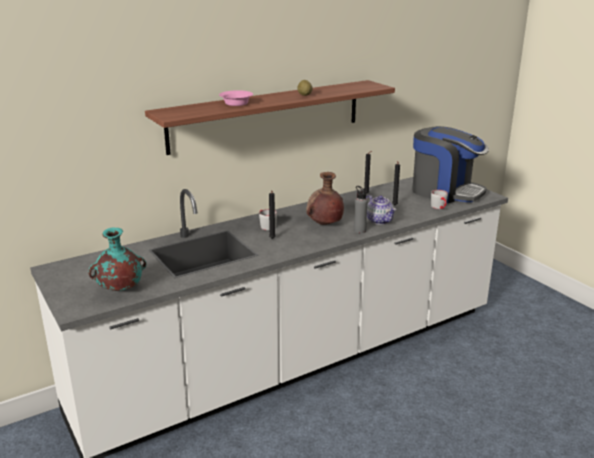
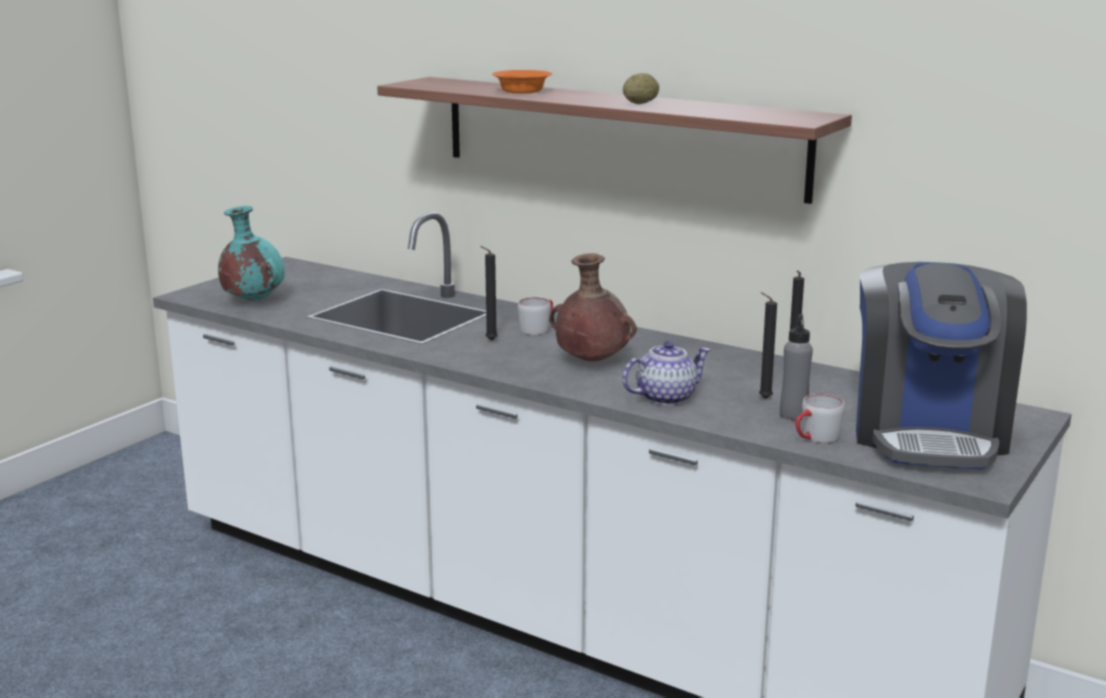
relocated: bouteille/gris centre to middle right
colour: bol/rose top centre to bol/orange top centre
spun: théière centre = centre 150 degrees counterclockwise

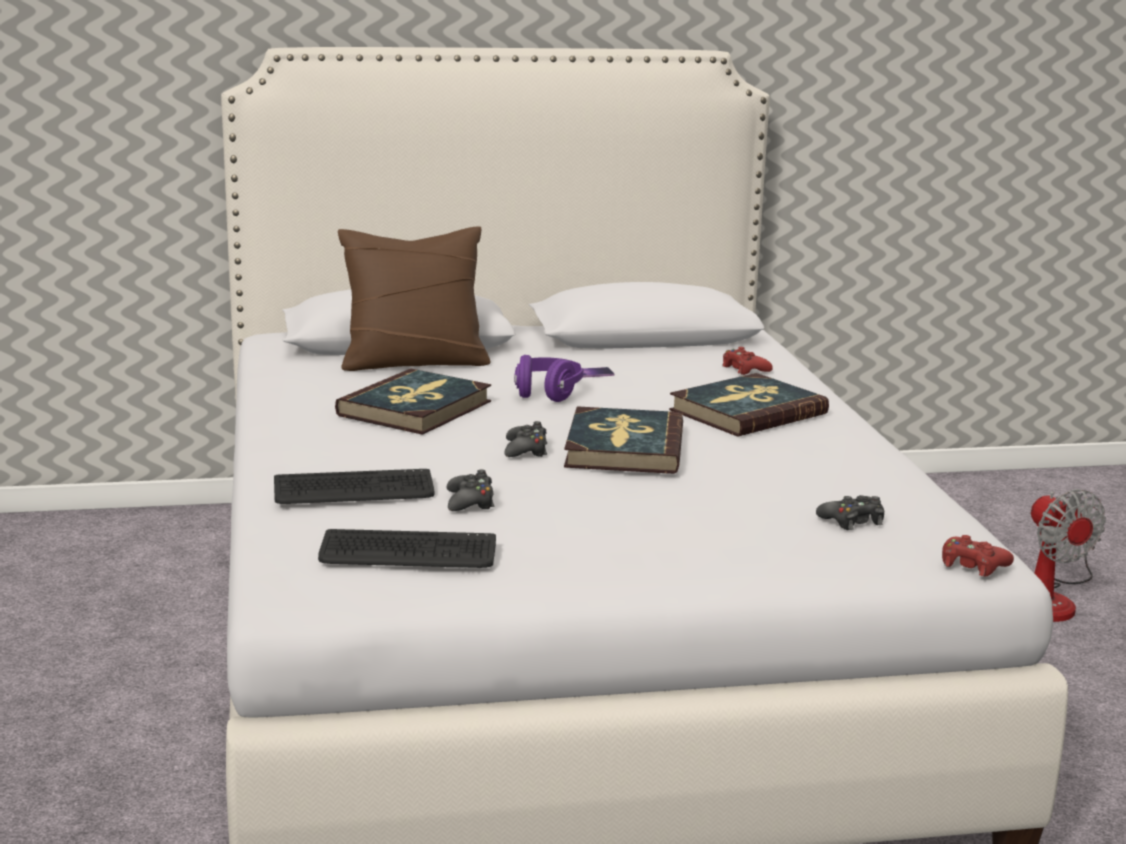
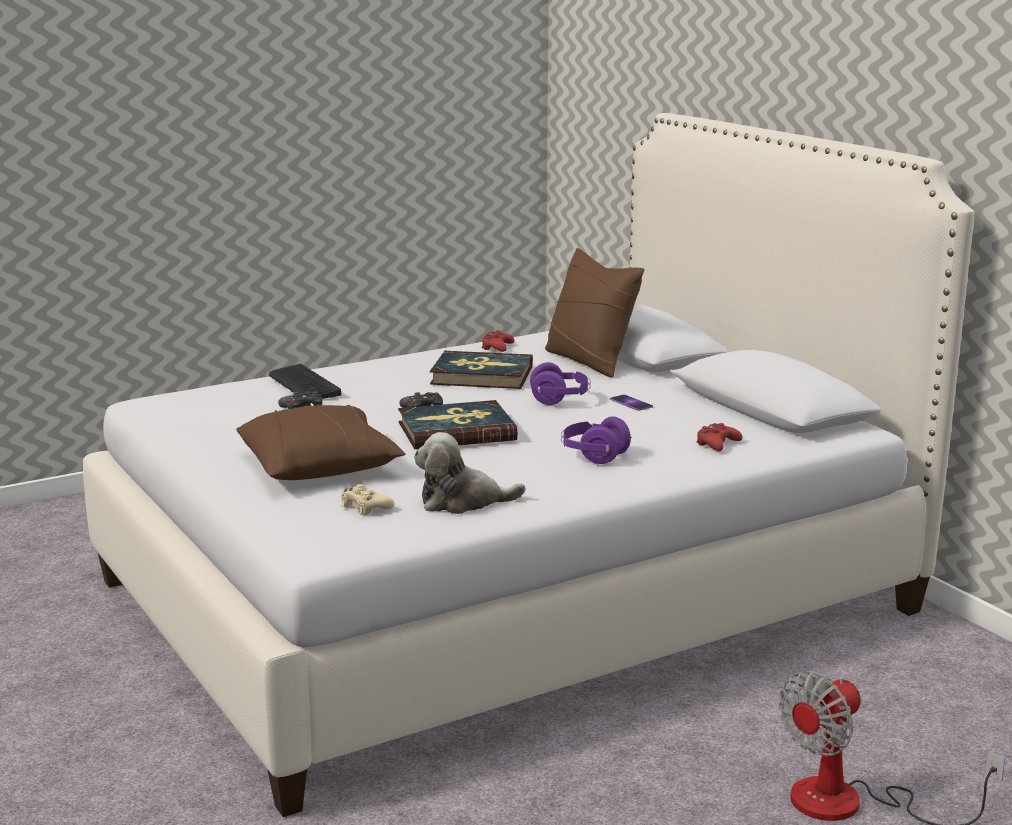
missing: clavier (no. 2 from left) centre
appeared: coussin/marron (no. 1 from left) middle left; peluche centre
relocated: manette/rouge (no. 2 from left in the first image) middle right to manette/rouge (no. 1 from left) centre
exchanged: livre (no. 3 from left) centre to casque audio/violet (no. 2 from left) centre
colour: manette/noir (no. 3 from left) middle right to manette/beige centre

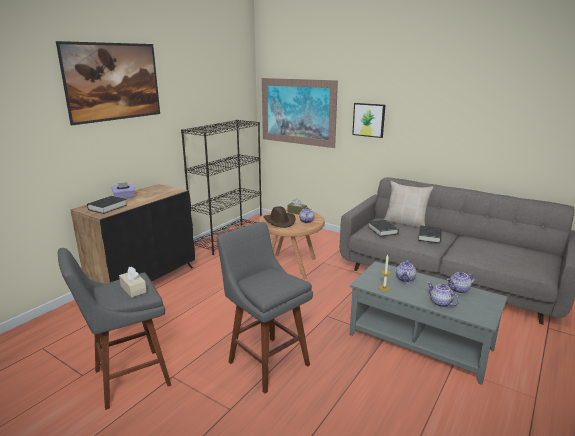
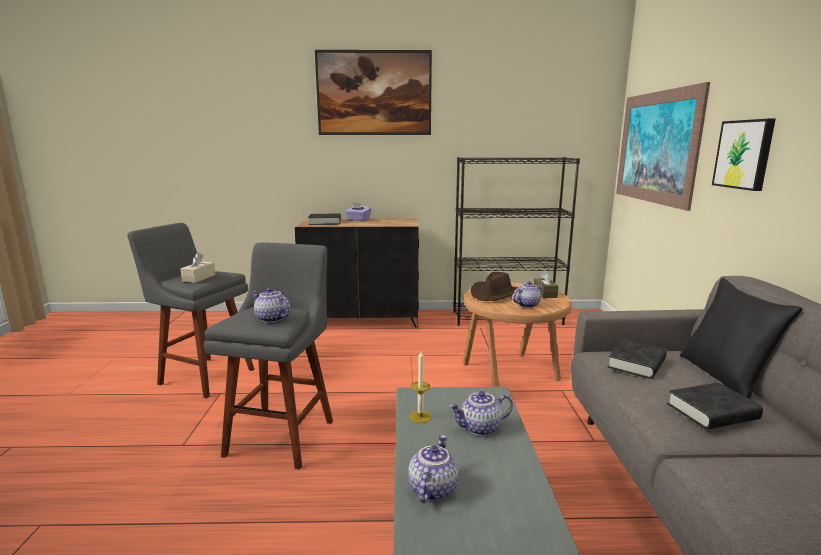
relocated: théière (no. 4 from left in the first image) middle right to théière (no. 1 from left) middle left
colour: coussin/beige middle right to coussin/noir middle right

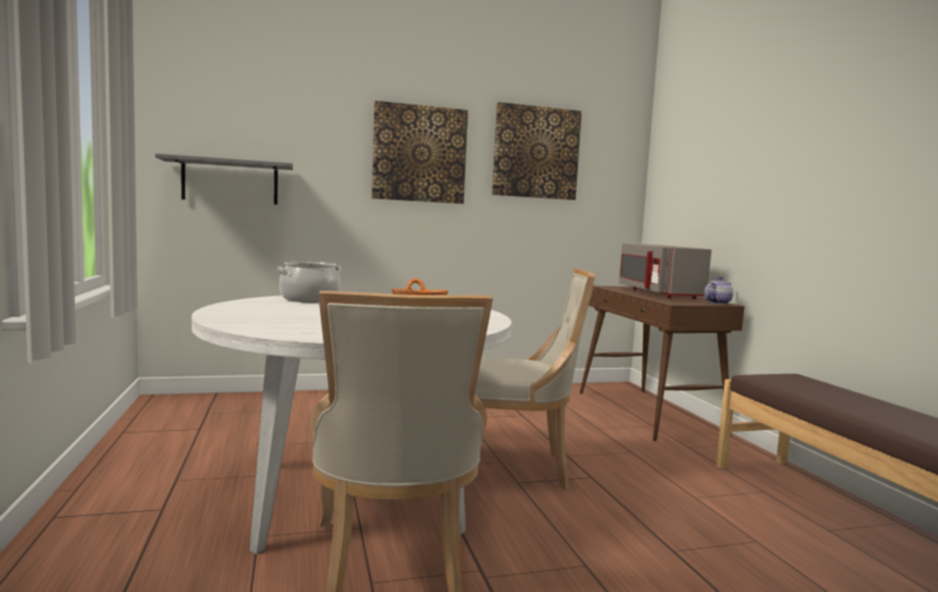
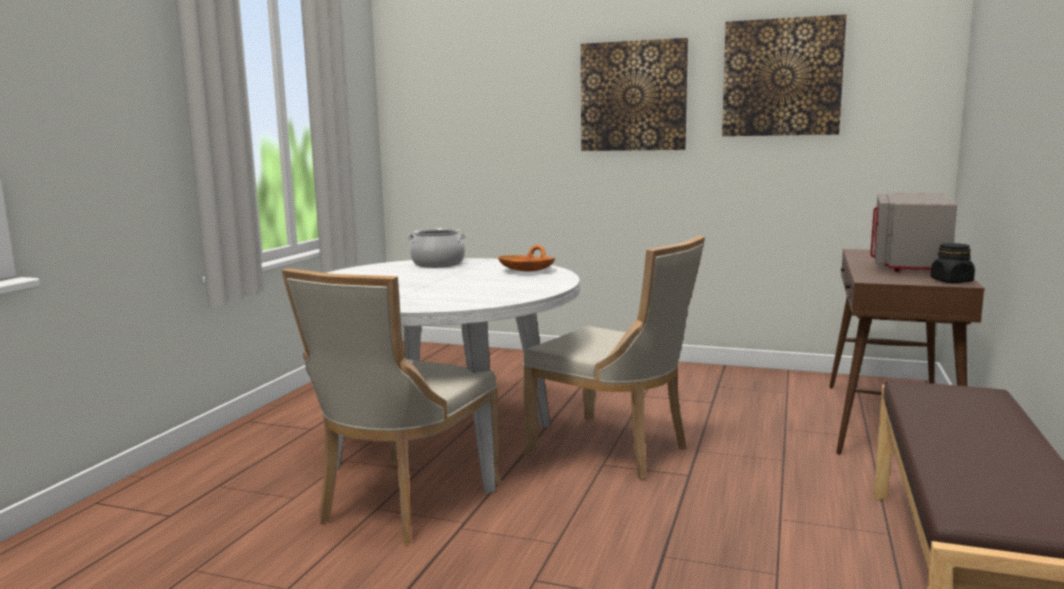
missing: étagère/gris top left
exchanged: théière middle right to bocal/noir middle right

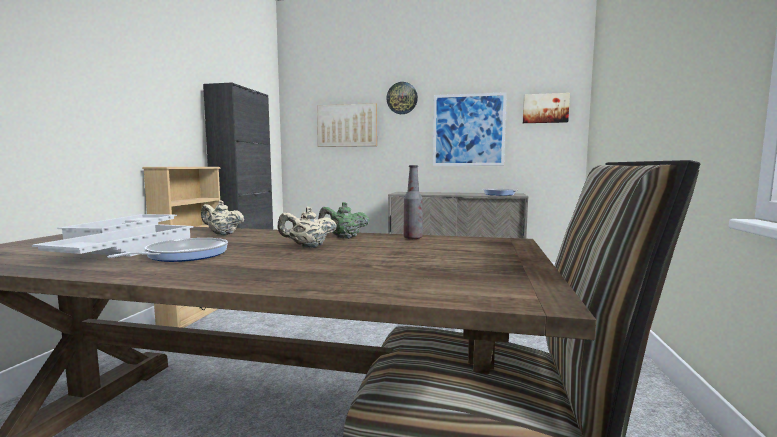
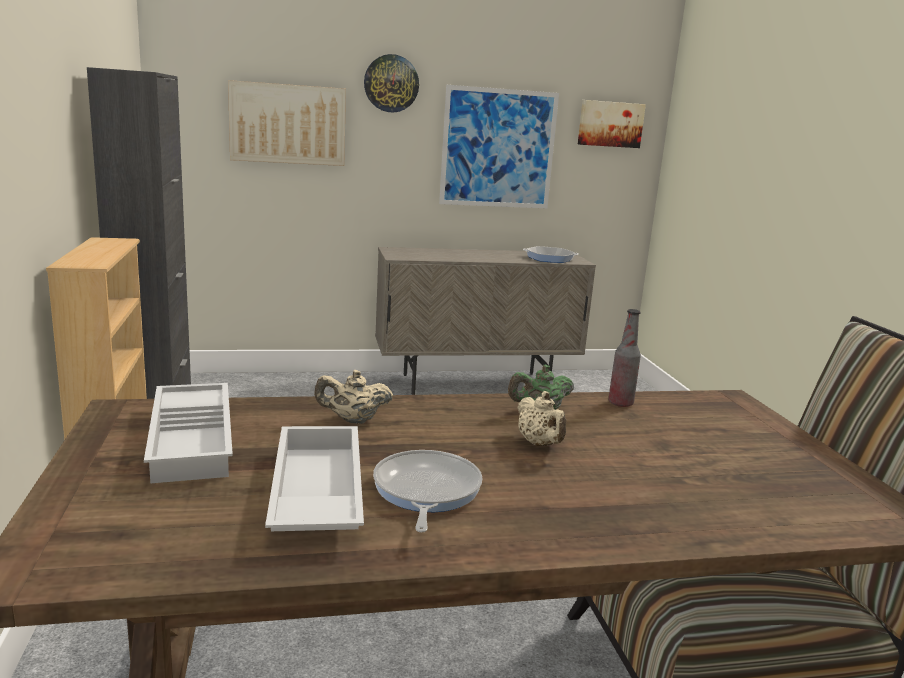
spun: théière/beige (no. 2 from left) centre = centre 75 degrees counterclockwise

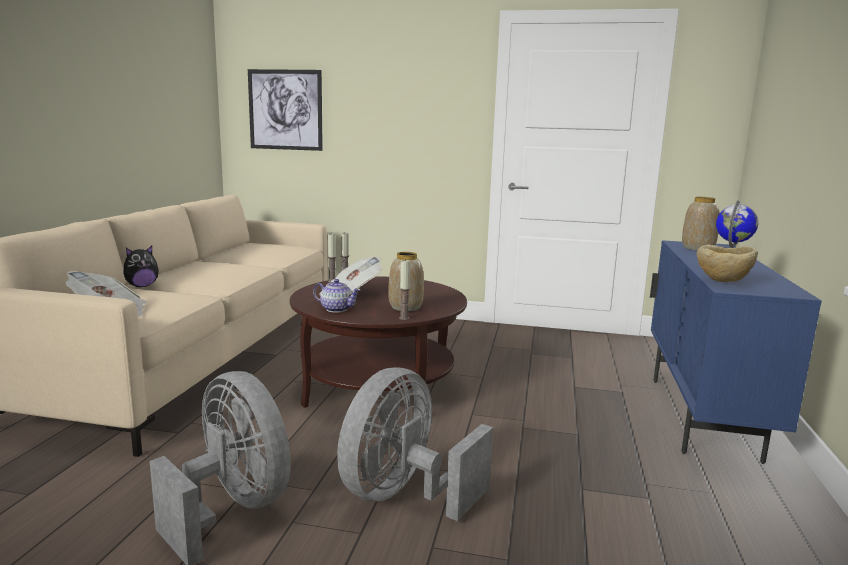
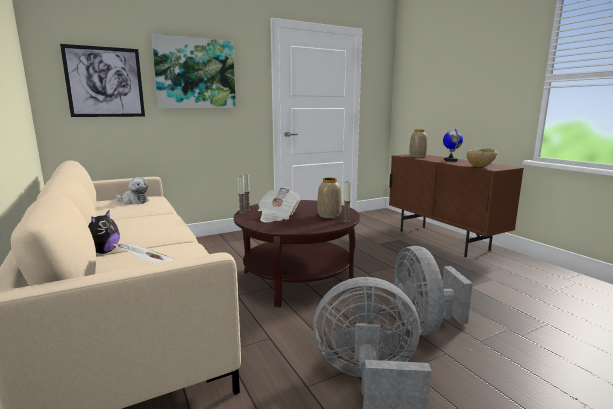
missing: théière centre
appeared: peluche (no. 2 from left) middle left; tableau (no. 2 from left) top left
colour: meuble de rangement/bleu middle right to meuble de rangement/marron middle right

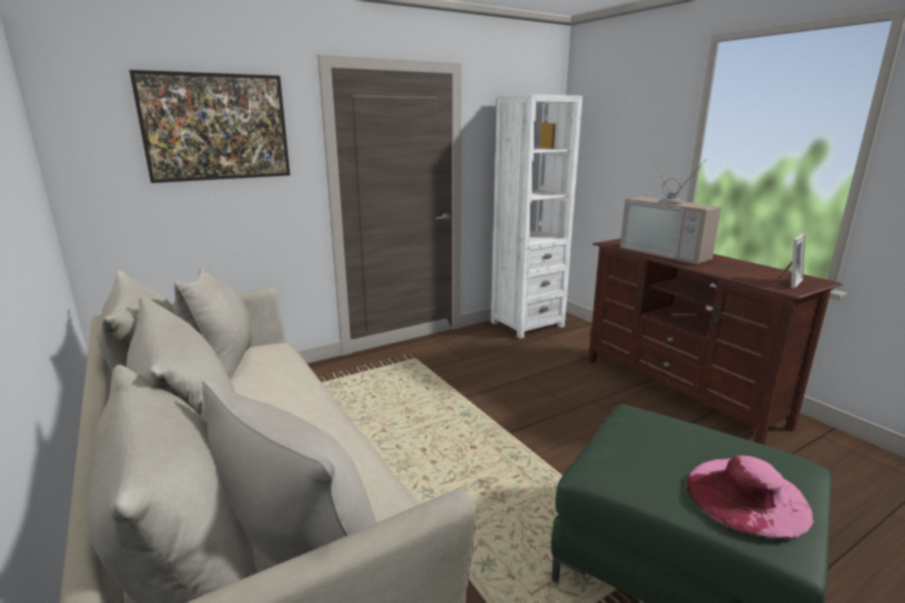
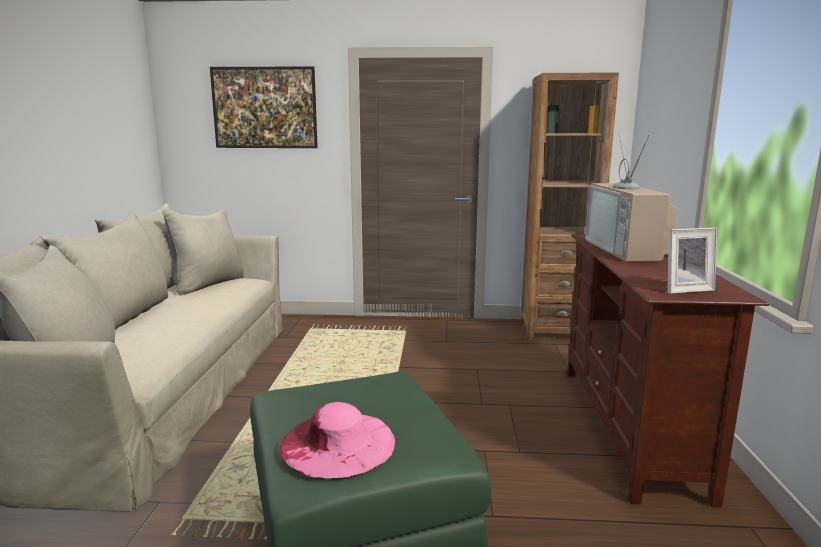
colour: bibliothèque/blanc centre to bibliothèque/marron middle right

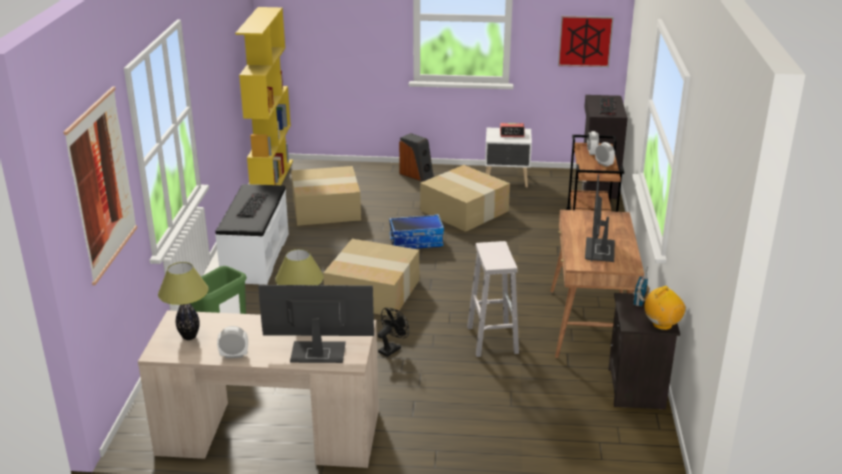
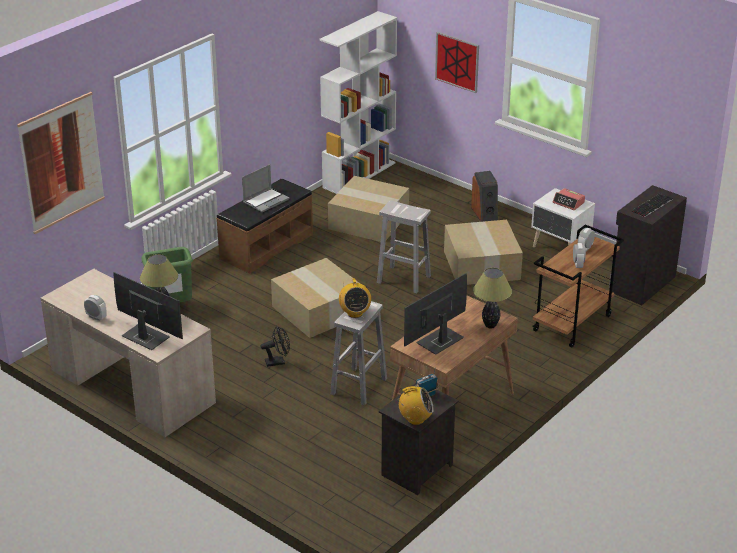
appeared: radio (no. 1 from left) centre
relocated: lampe de table (no. 1 from left in the first image) middle left to lampe de table (no. 2 from left) middle right; tableau (no. 2 from left) top right to top centre
exchanged: clavier (no. 1 from left) middle left to ordinateur portable centre; boîte de rangement centre to tabouret/blanc (no. 2 from left) centre
colour: banc/blanc middle left to banc/marron centre; bibliothèque/jaune top left to bibliothèque/blanc top centre

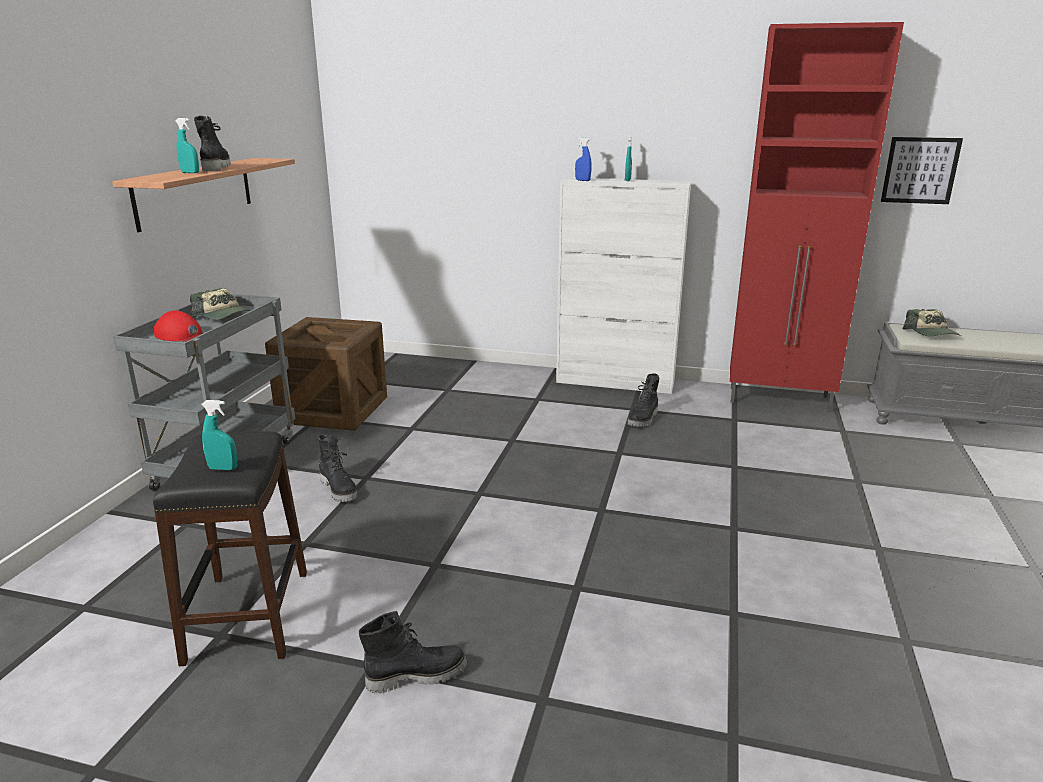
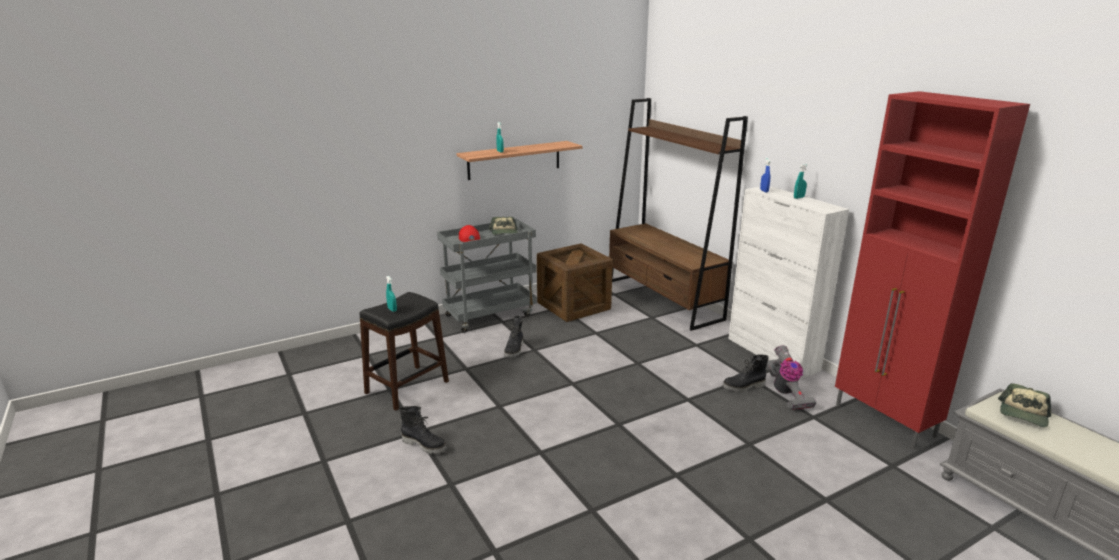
missing: botte/noir (no. 1 from left) top left; tableau top right
appeared: bibliothèque/marron centre; aspirateur bottom right

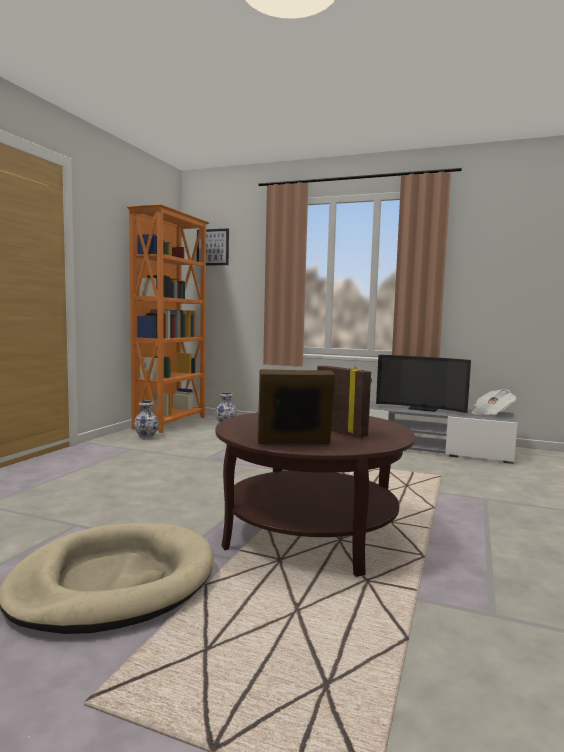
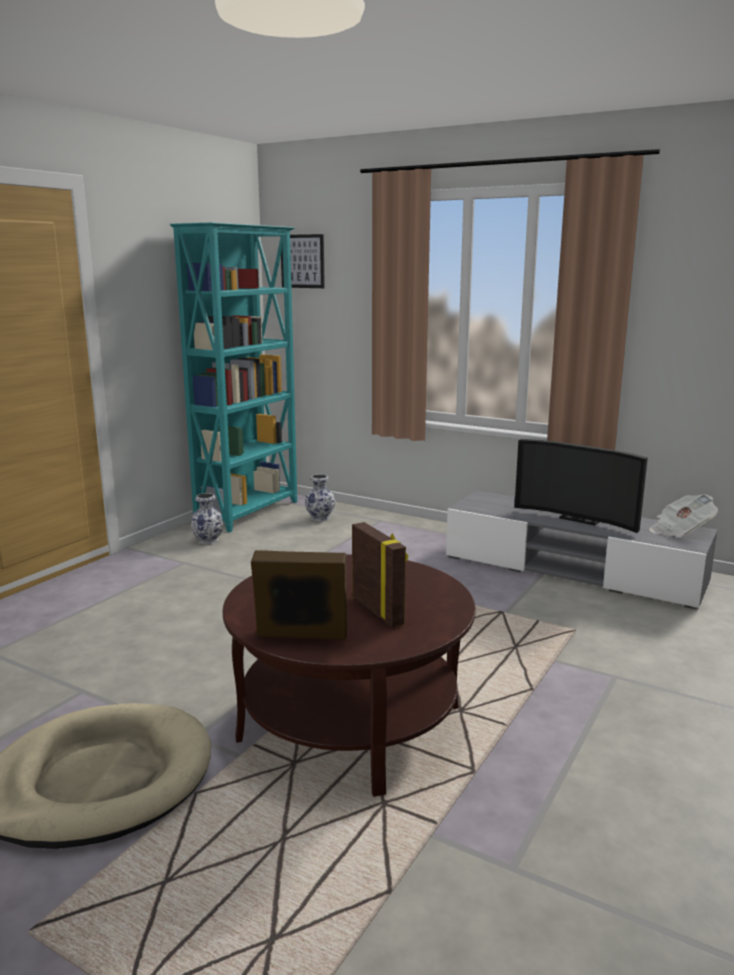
colour: bibliothèque/orange middle left to bibliothèque/turquoise middle left

